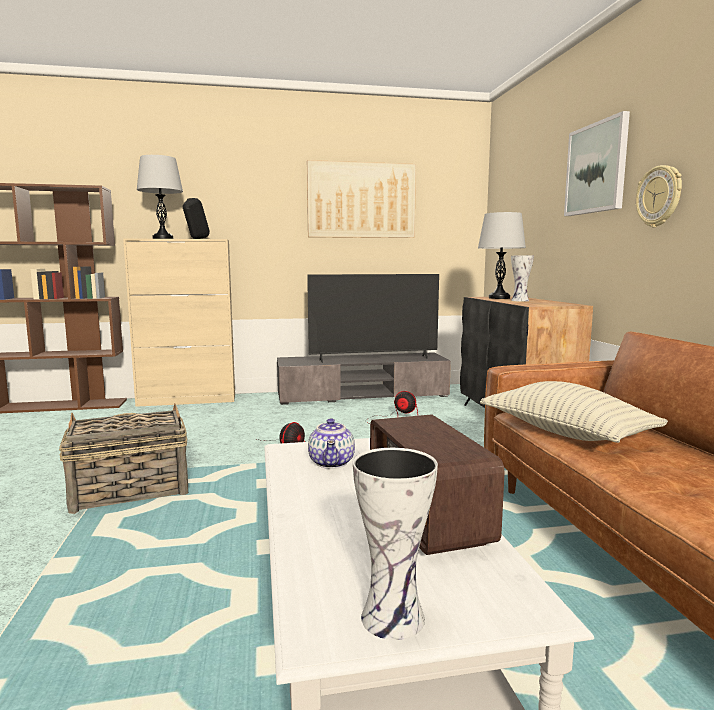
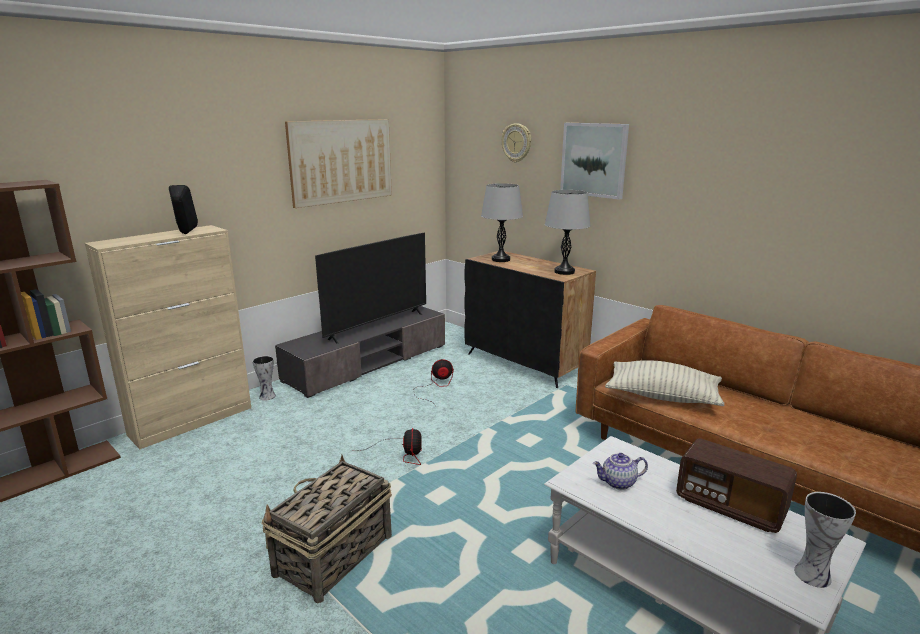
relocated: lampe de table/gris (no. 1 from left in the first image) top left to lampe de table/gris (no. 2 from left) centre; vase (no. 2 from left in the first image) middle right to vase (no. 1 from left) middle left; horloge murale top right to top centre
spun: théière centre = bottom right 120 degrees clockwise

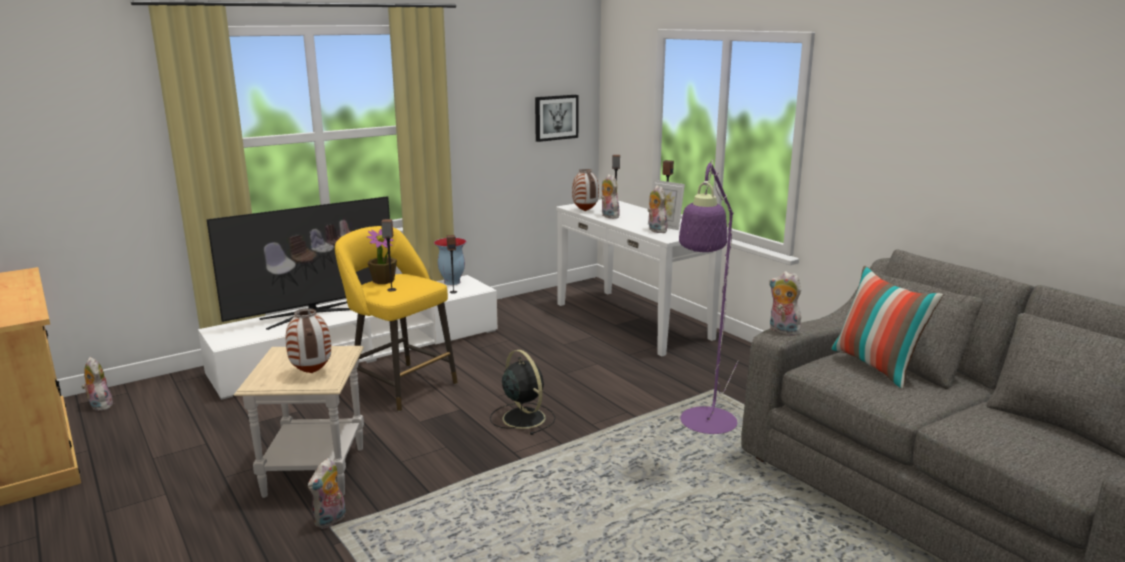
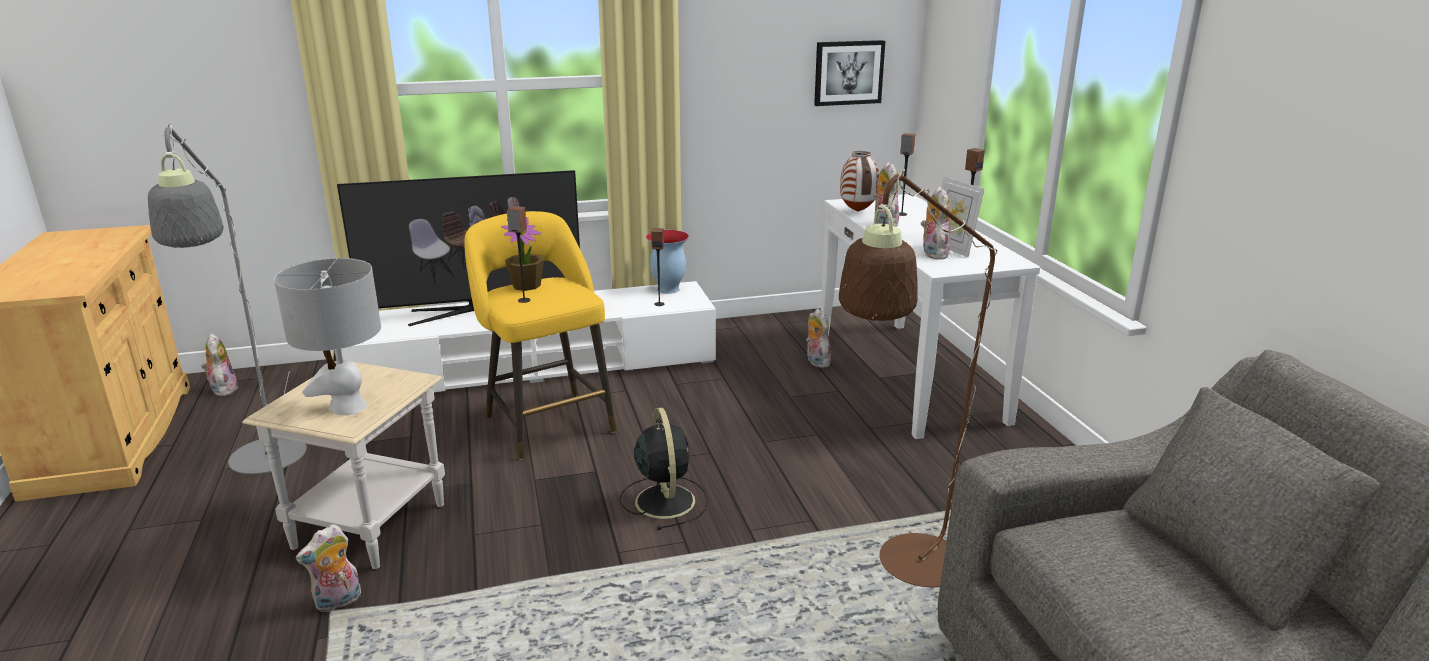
missing: coussin middle right
appeared: lampadaire/gris middle left
relocated: peluche (no. 5 from left in the first image) middle right to peluche (no. 3 from left) centre
exchanged: vase (no. 1 from left) middle left to lampe de table/gris middle left
colour: lampadaire/violet centre to lampadaire/marron centre

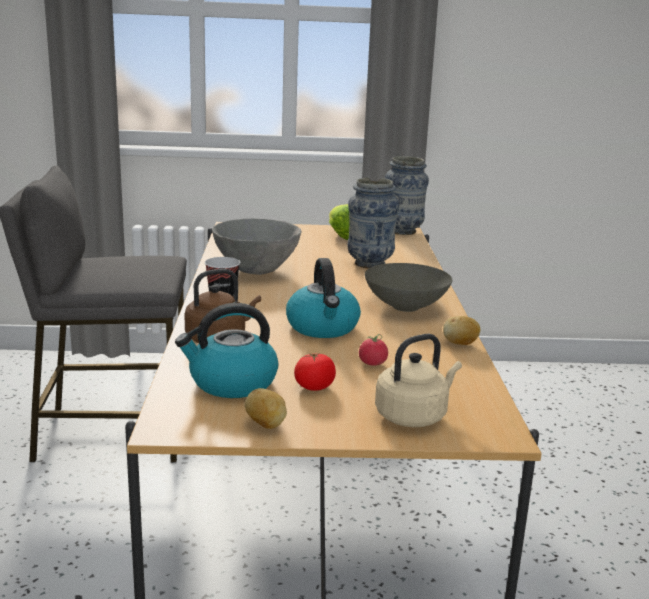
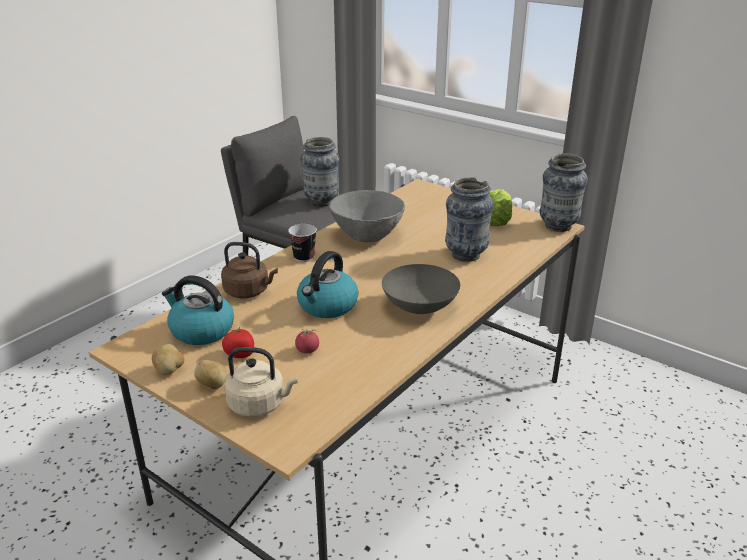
appeared: vase (no. 1 from left) top centre
relocated: pomme de terre (no. 2 from left) middle right to bottom left

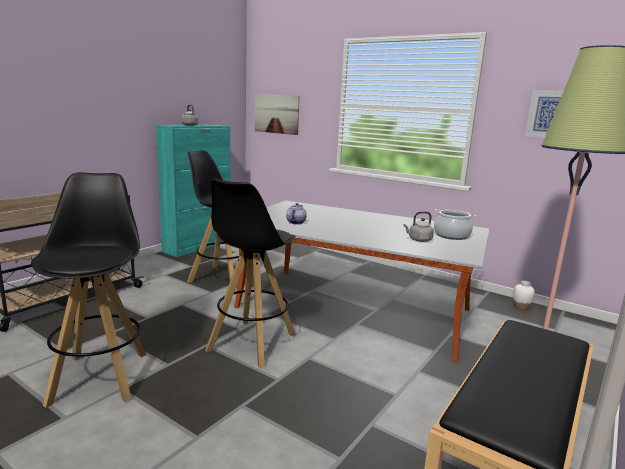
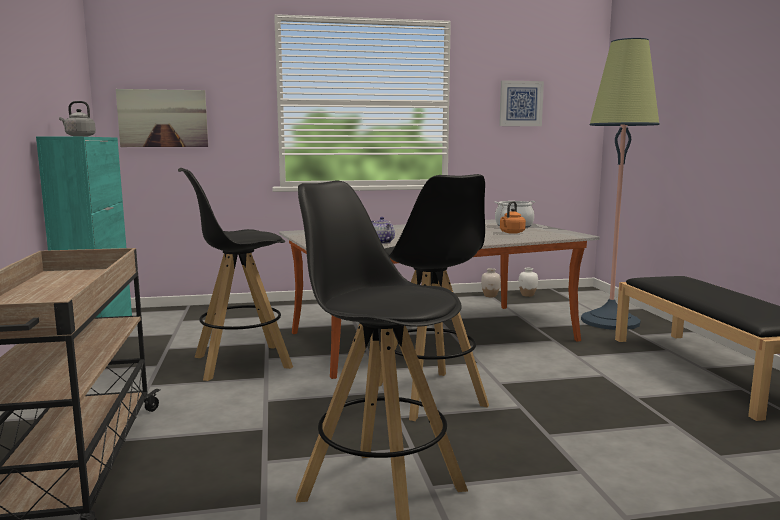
appeared: vase/blanc (no. 1 from left) centre
colour: bouilloire/gris (no. 2 from left) middle right to bouilloire/orange centre

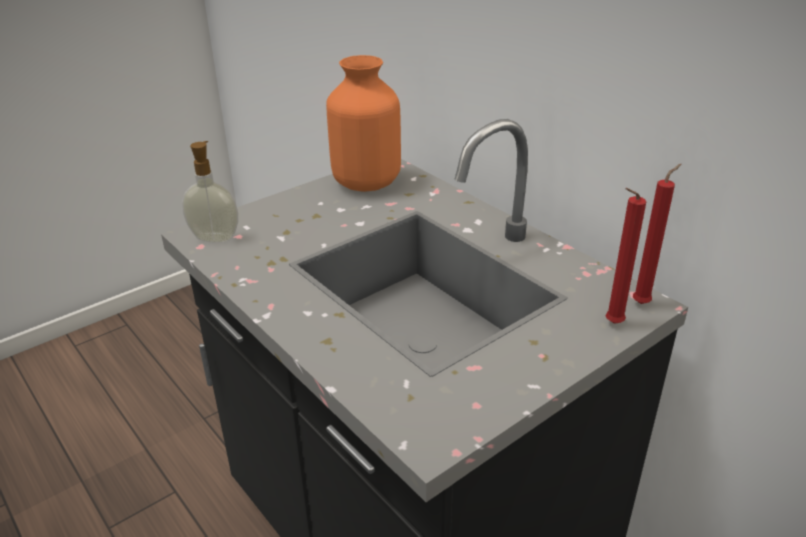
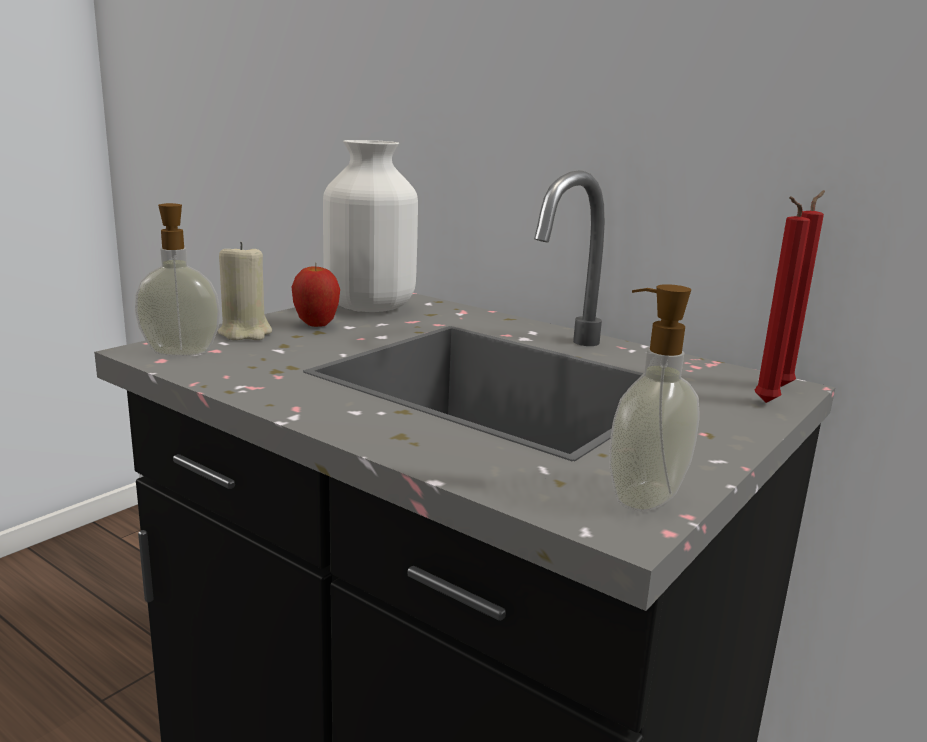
appeared: bougie/beige middle left; pomme centre; distributeur de savon (no. 2 from left) middle right
colour: vase/orange top centre to vase/blanc top centre

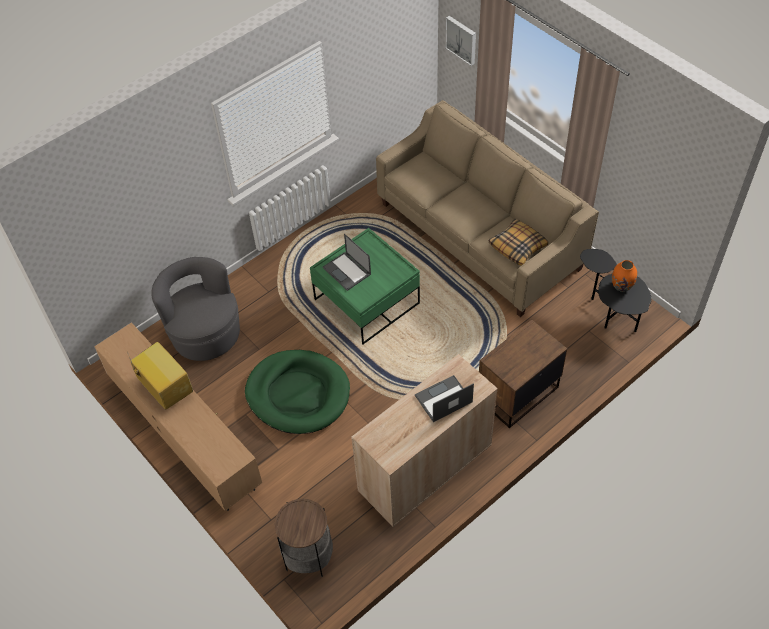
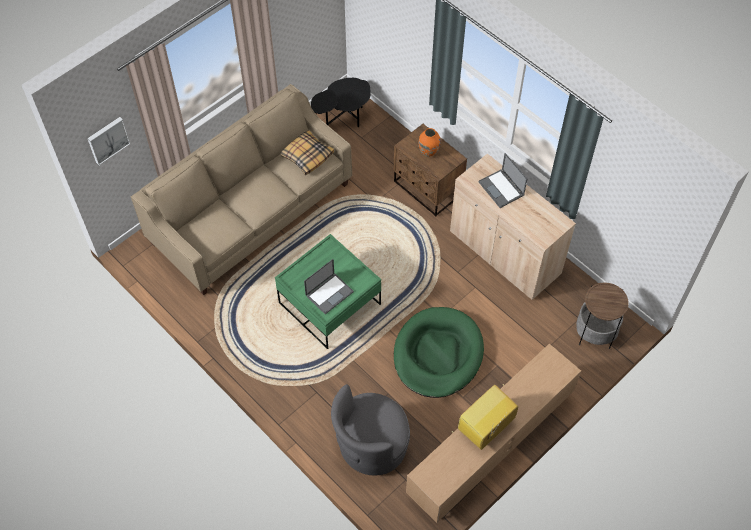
relocated: vase/orange middle right to top centre

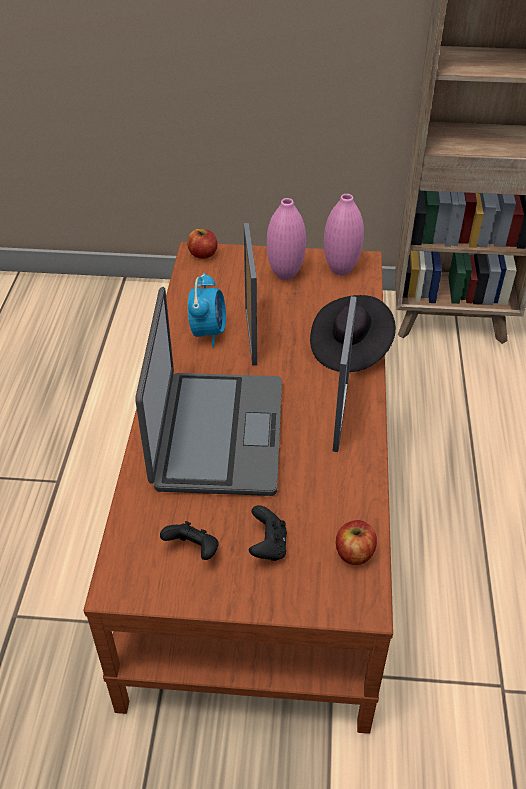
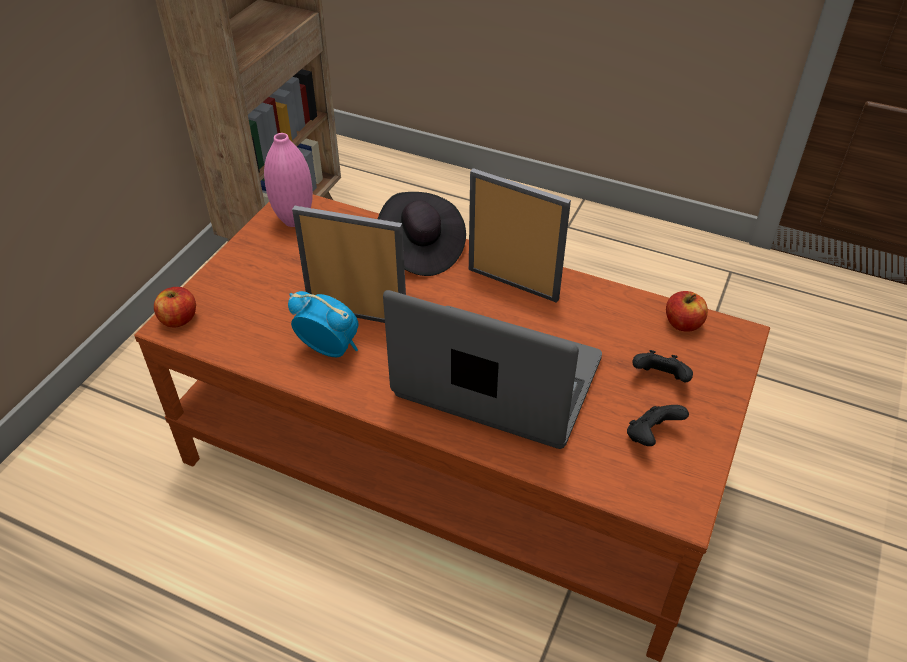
missing: vase/rose (no. 1 from left) top centre

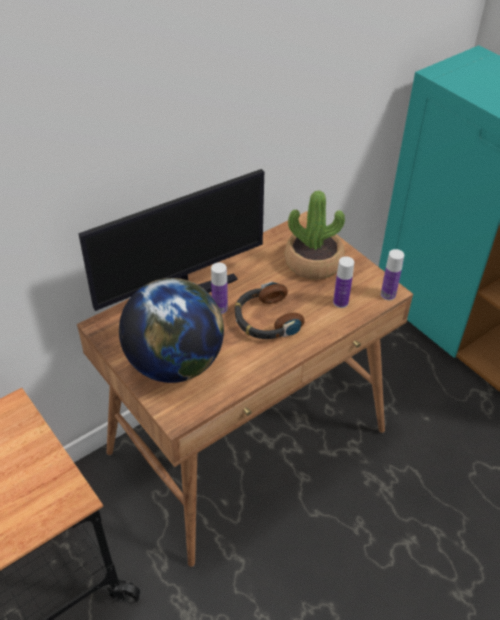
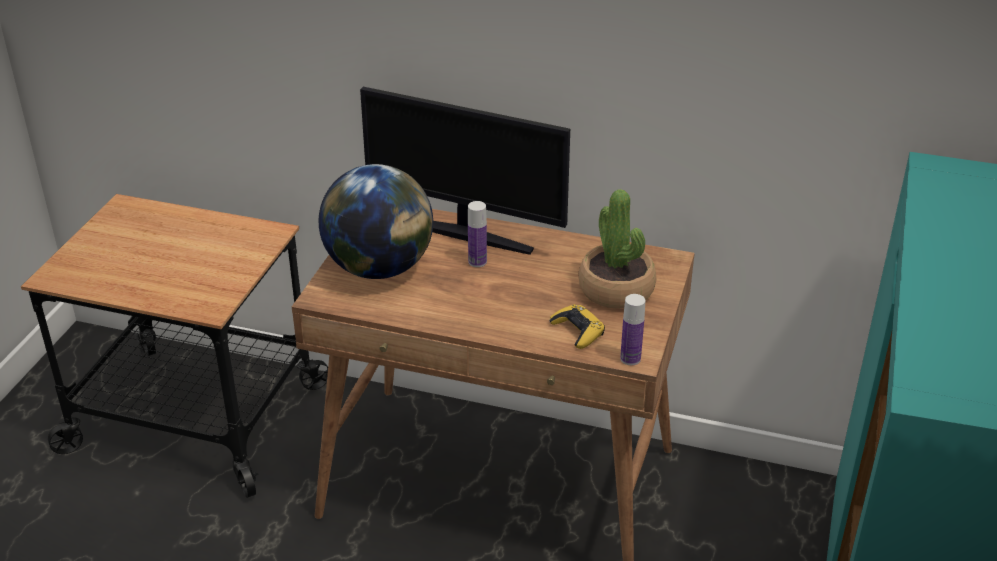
missing: casque audio centre
exchanged: bouteille (no. 2 from left) middle right to manette/jaune centre

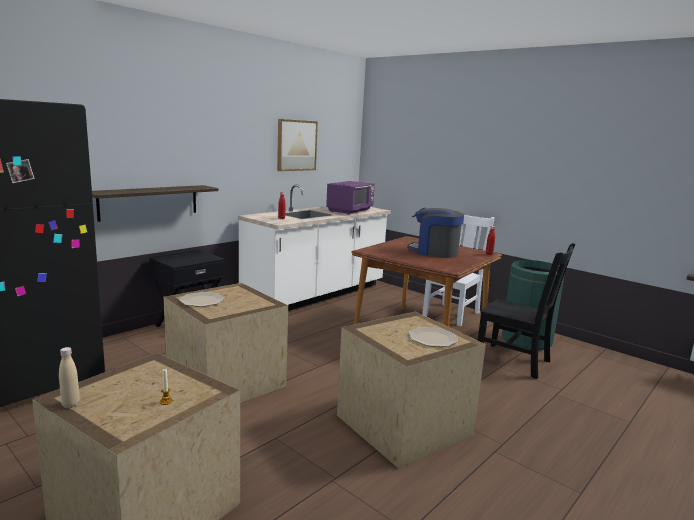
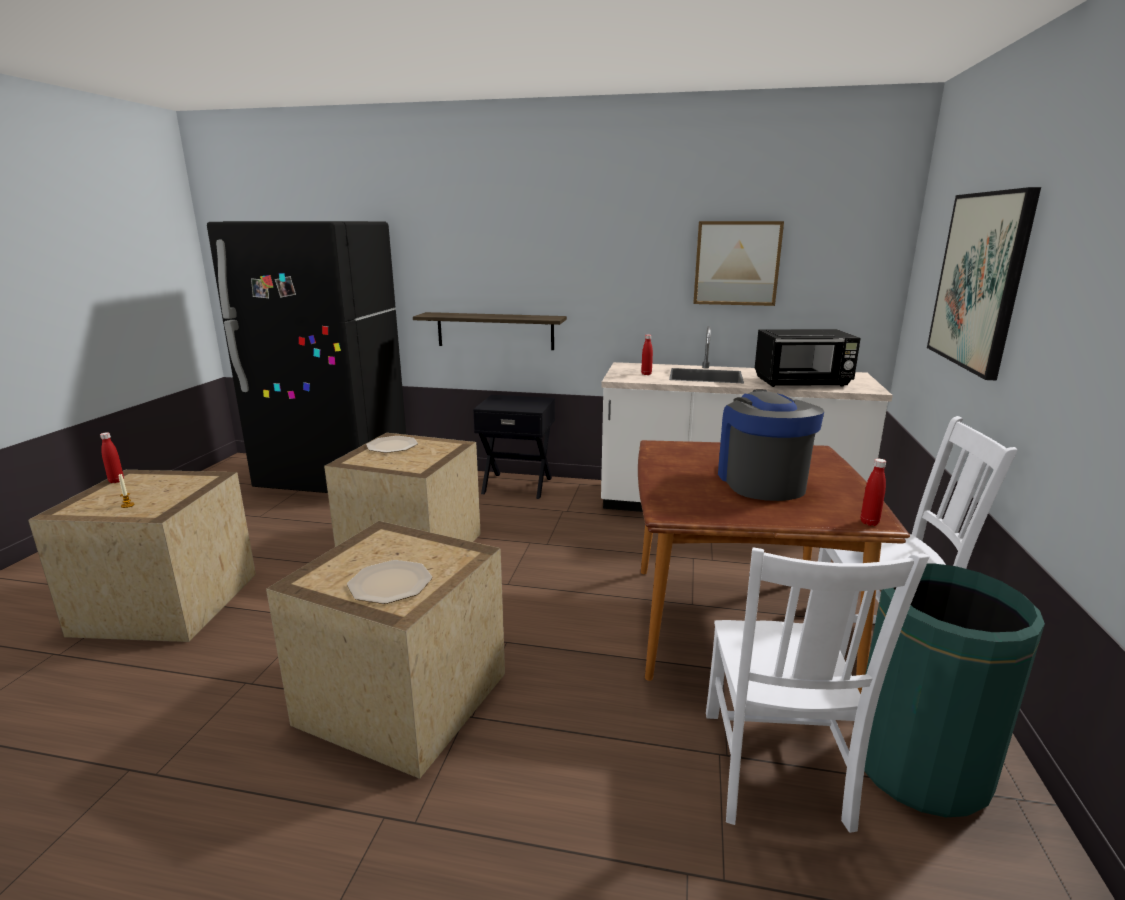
appeared: tableau (no. 2 from left) top right
colour: bouteille/beige bottom left to bouteille/rouge (no. 1 from left) middle left; micro-ondes/violet centre to micro-ondes/noir middle right; chaise/noir middle right to chaise/blanc (no. 1 from left) bottom right

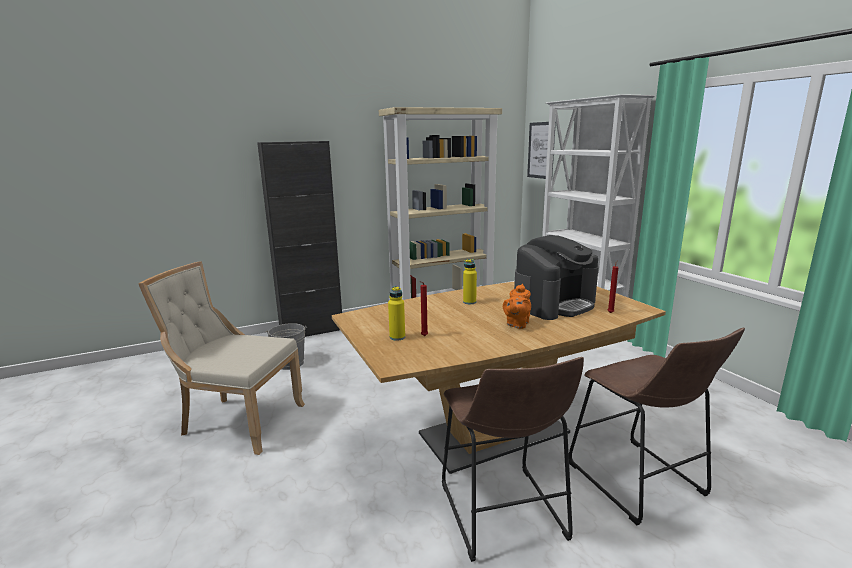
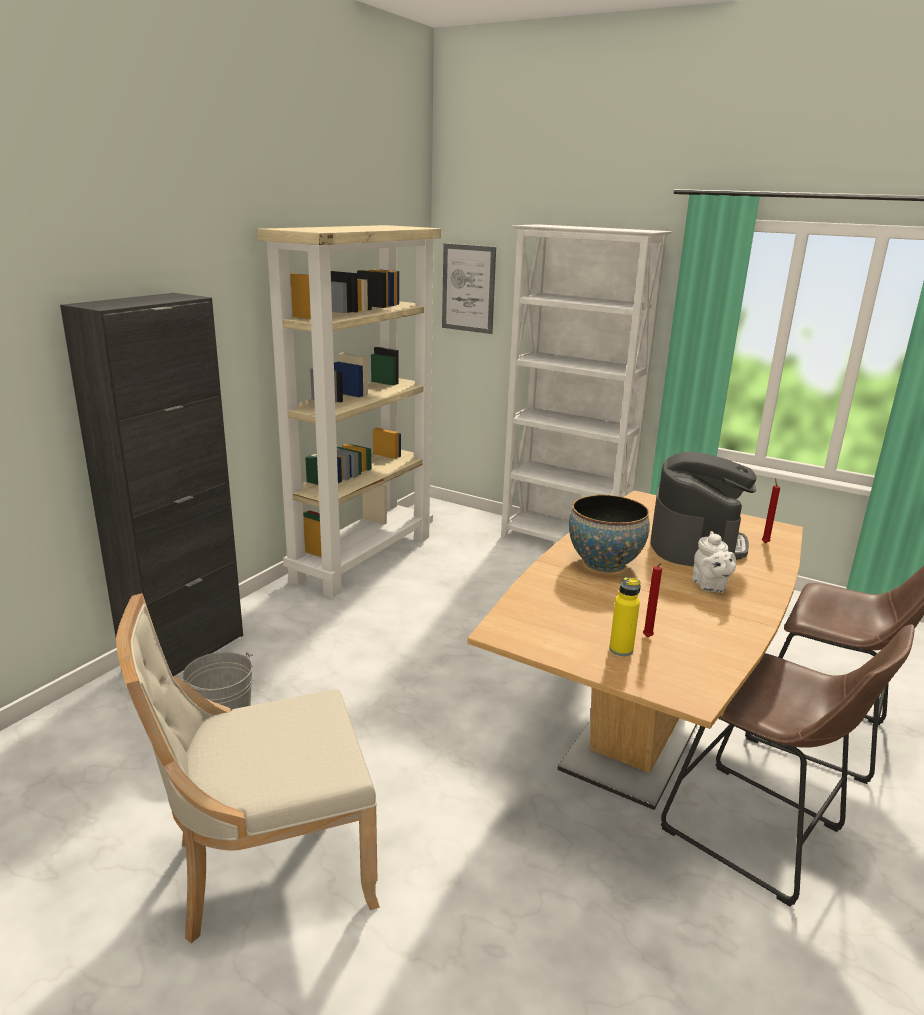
exchanged: bouteille/jaune (no. 2 from left) centre to bol centre
colour: théière/orange centre to théière/blanc middle right

